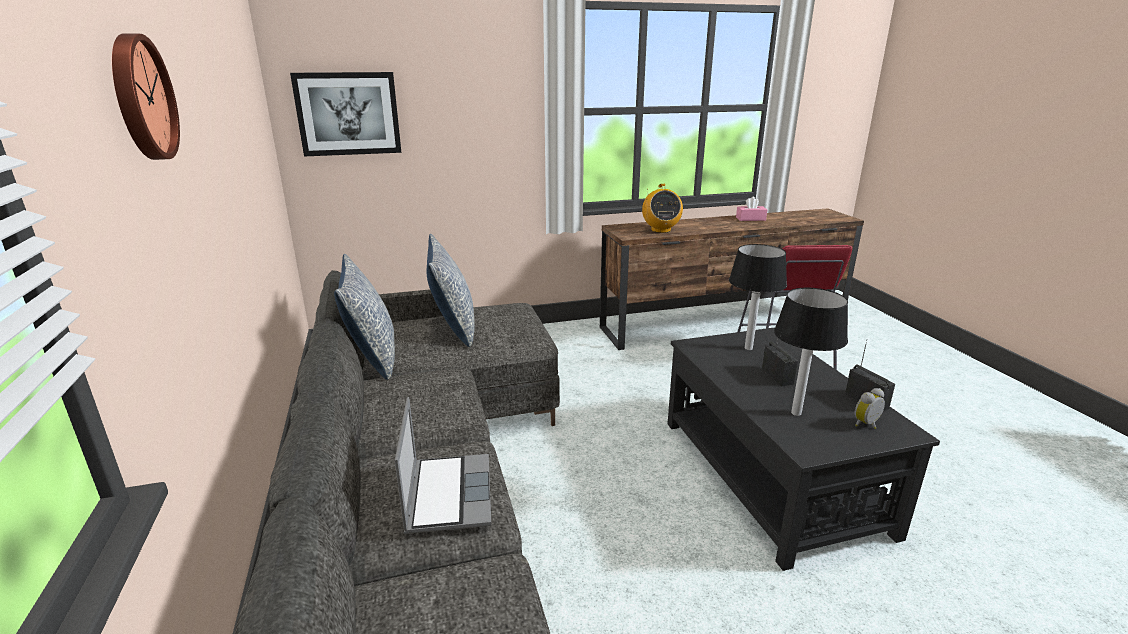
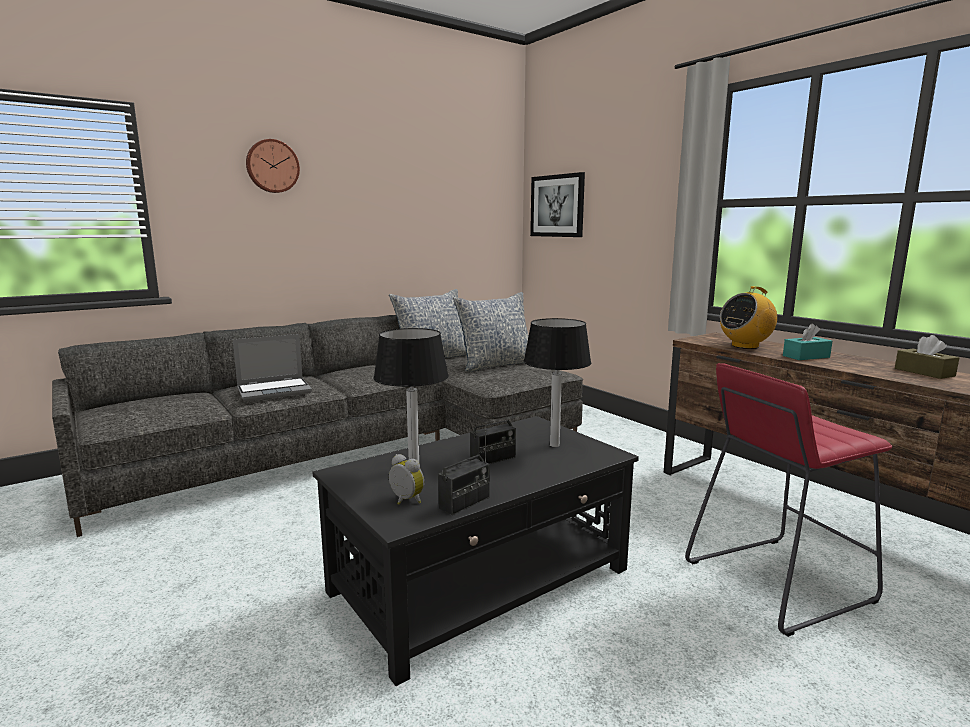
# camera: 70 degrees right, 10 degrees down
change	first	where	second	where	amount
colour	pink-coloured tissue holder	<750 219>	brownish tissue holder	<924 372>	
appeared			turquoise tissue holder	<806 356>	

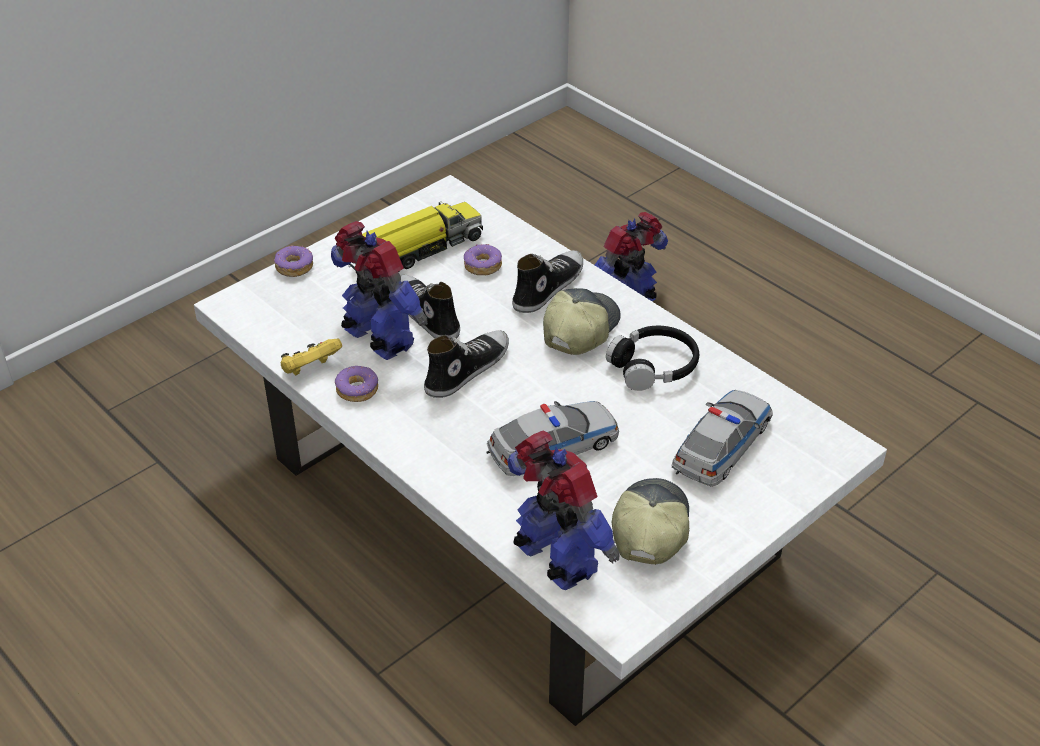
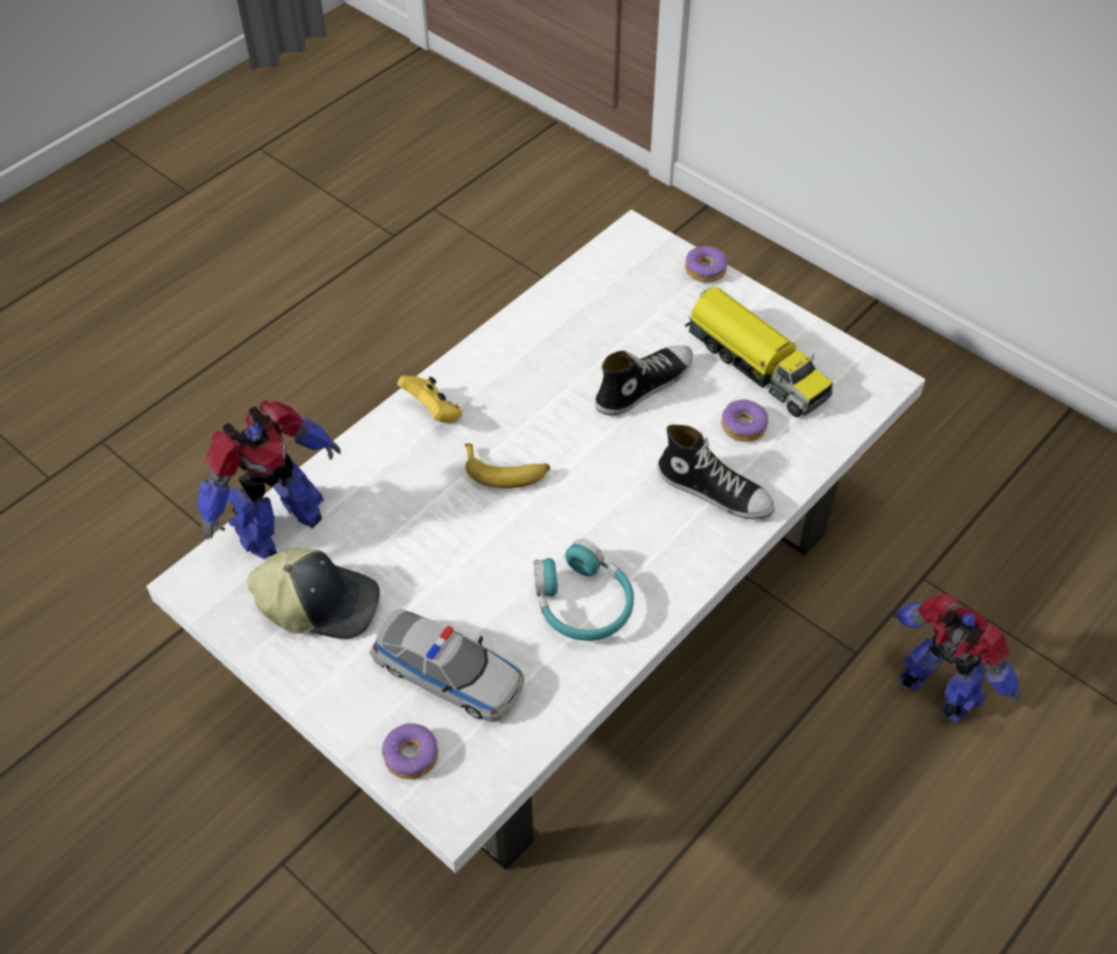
# camera: 85 degrees right, 10 degrees up
change	first	where	second	where	amount
missing	toy robot	<378 340>			
missing	baseball cap	<579 329>			
colour	black headphones	<654 366>	turquoise headphones	<582 603>	
missing	item of footwear	<466 369>			
relocated	yellowish joypad	<310 369>		<433 412>	
relocated	donut	<357 389>		<411 756>	
missing	model car	<553 447>			
appeared			whole banana	<506 471>	

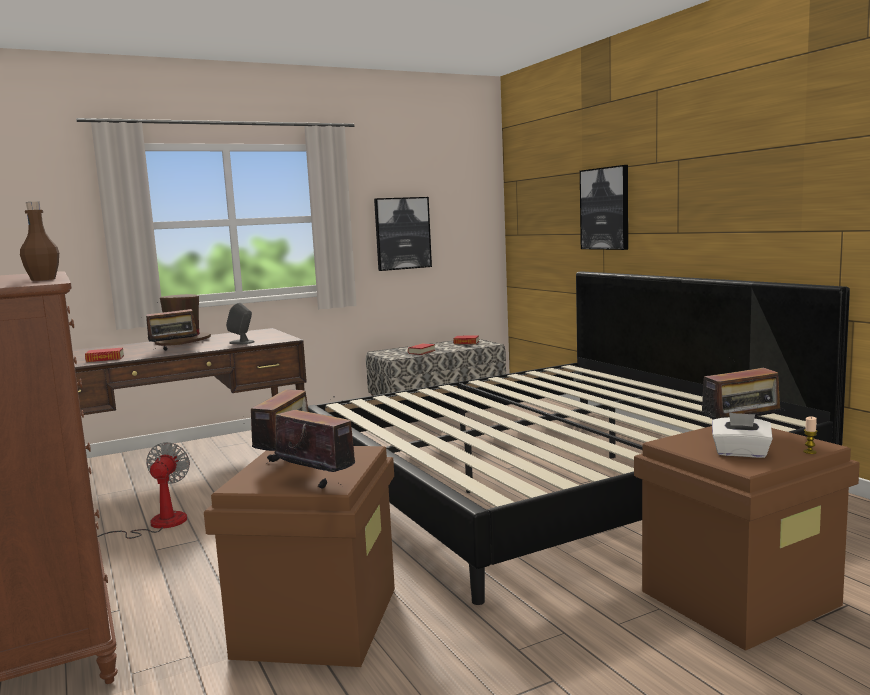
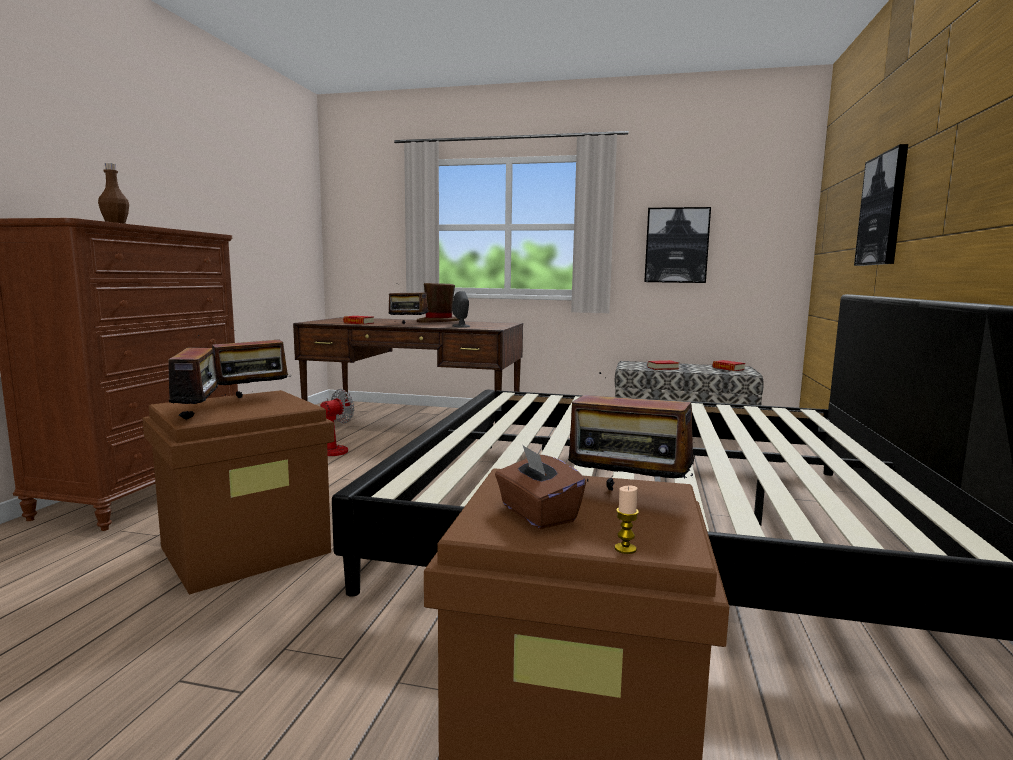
# camera: 40 degrees right, 0 degrees up
change	first	where	second	where	amount
colour	white tissue holder	<741 453>	brownish tissue holder	<537 514>	

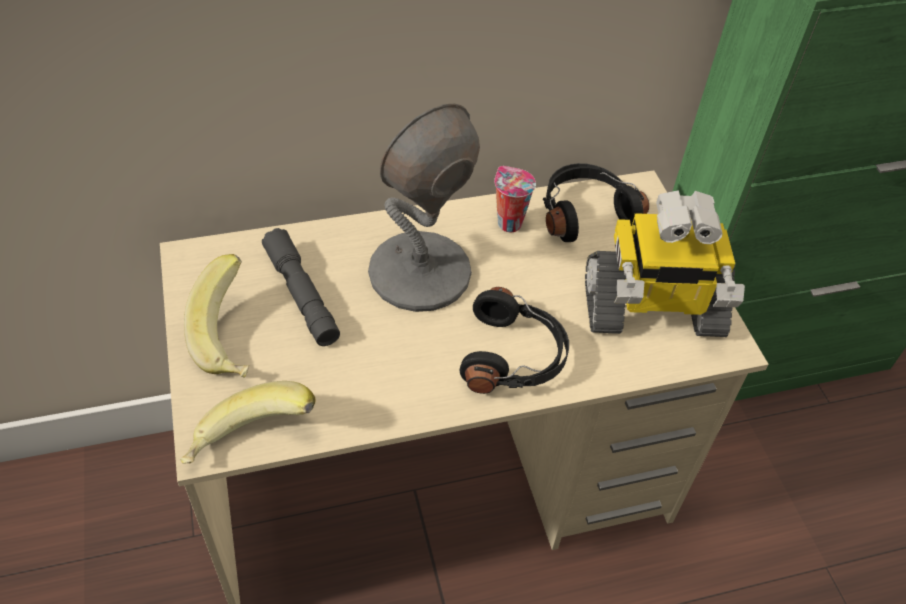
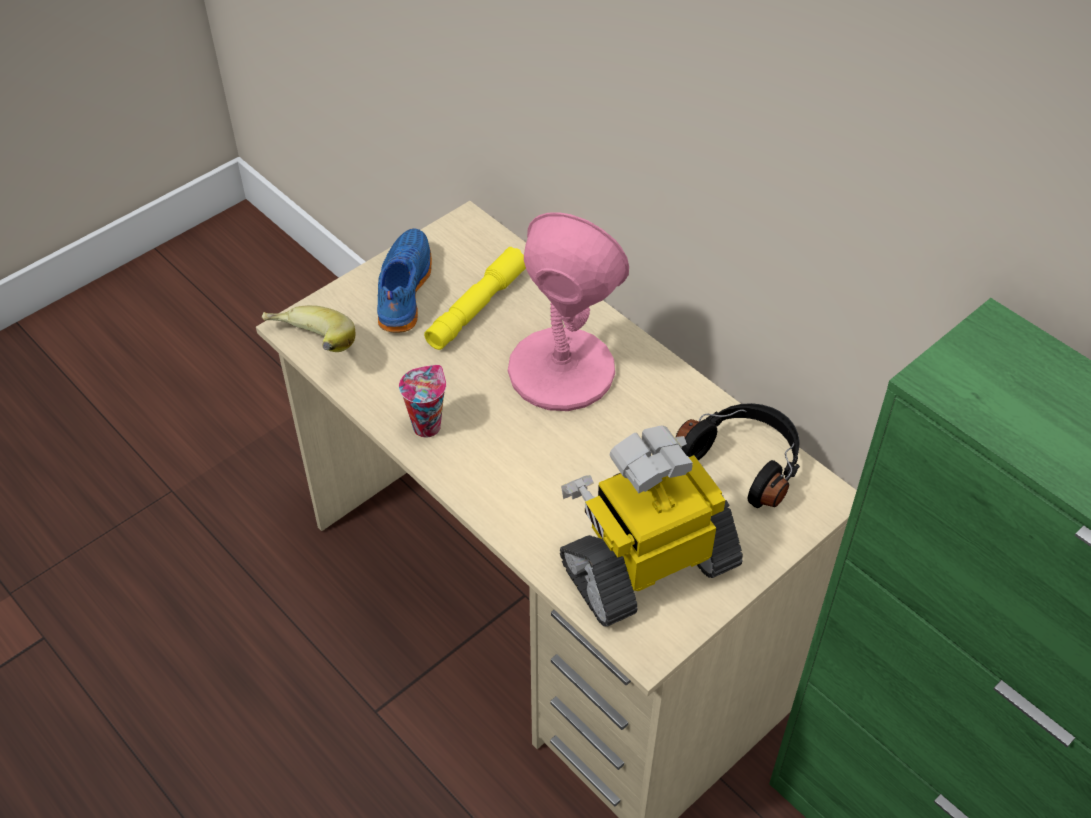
# camera: 65 degrees right, 0 degrees up
change	first	where	second	where	amount
colour	greyish lamp for a table	<419 273>	pink-coloured lamp for a table	<560 371>	
relocated	small cup	<508 223>		<427 425>	
spun	toy robot	<651 310>		<648 564>	90 degrees clockwise
colour	greyish flashlight	<301 295>	yellowish flashlight	<476 308>	
exchanged	whole banana	<233 339>	blue item of footwear	<402 290>	
missing	black headphones	<514 357>			

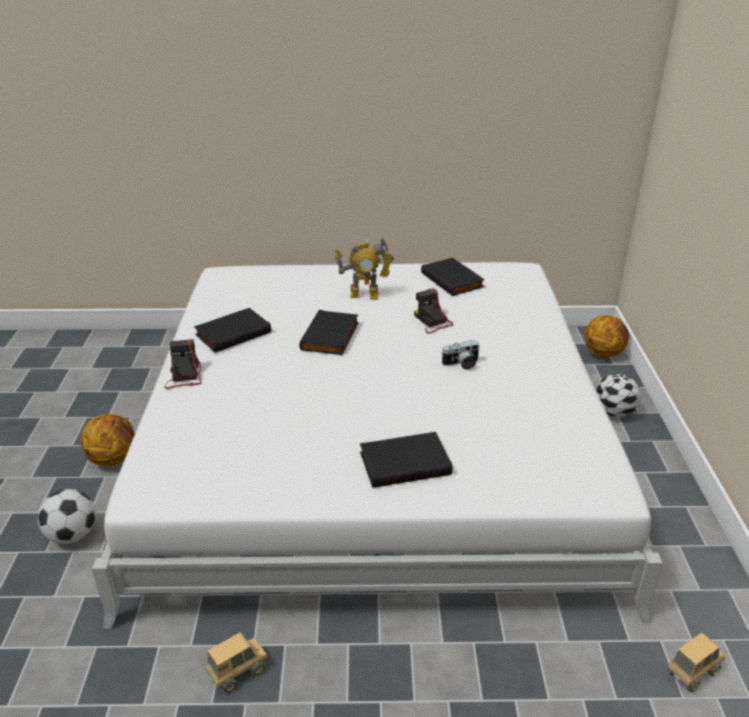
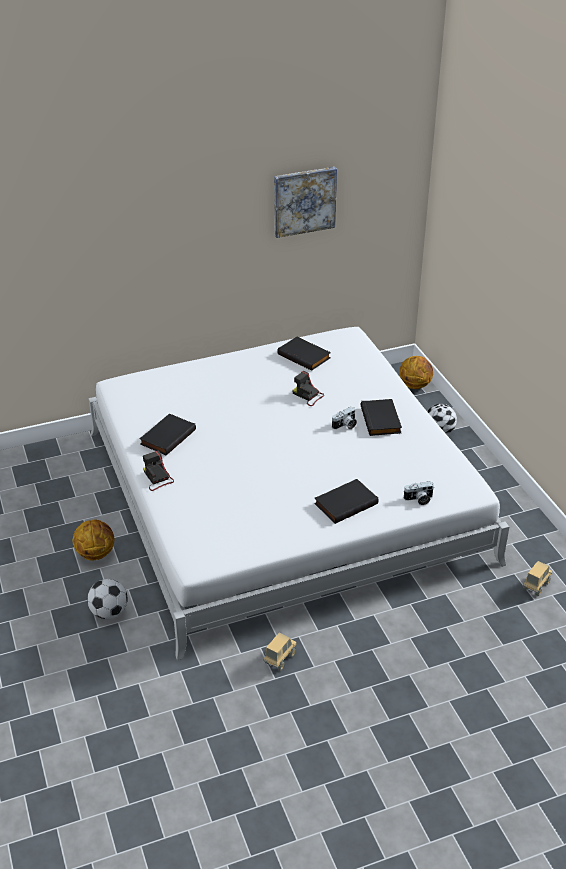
# camera: 20 degrees left, 5 degrees up
change	first	where	second	where	amount
missing	toy robot	<364 295>			
relocated	black bound book	<331 336>		<382 420>	
appeared			picture	<304 201>	
appeared			photo camera	<419 499>	

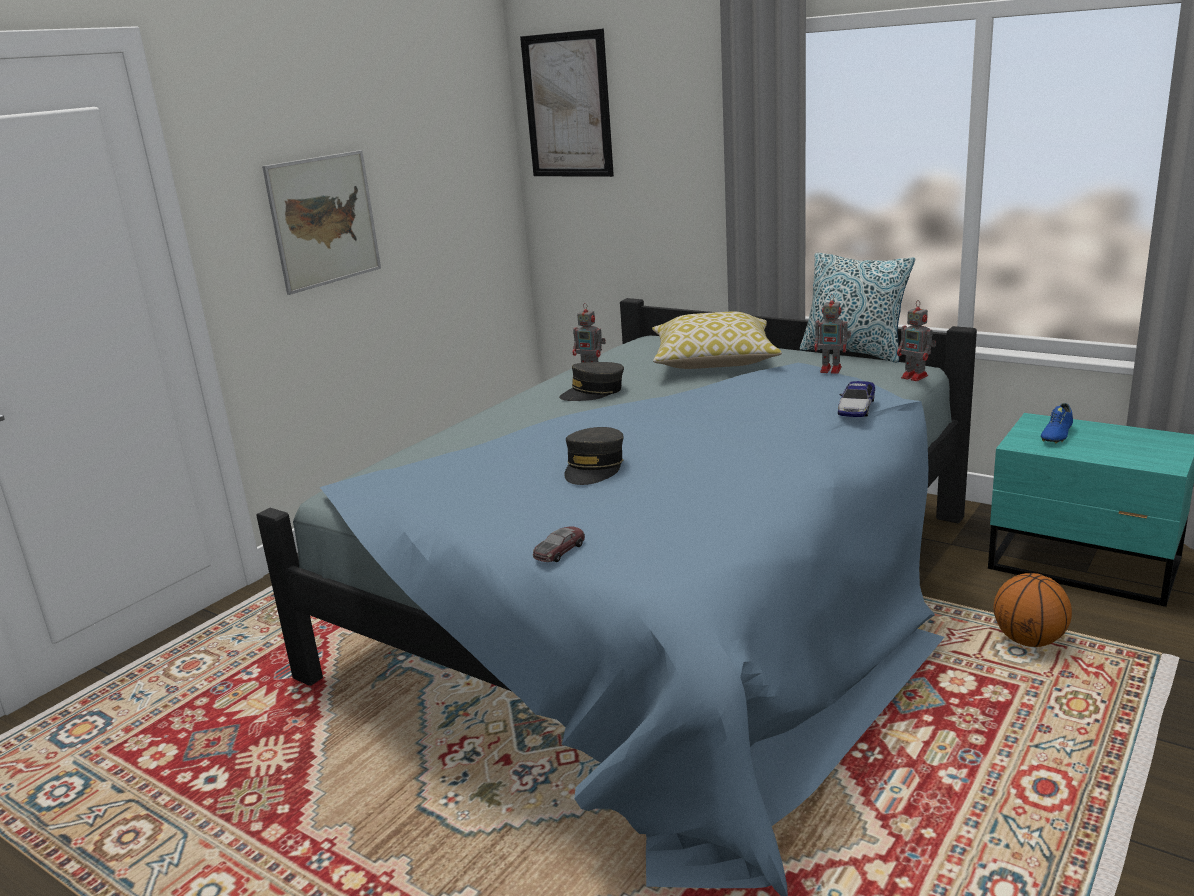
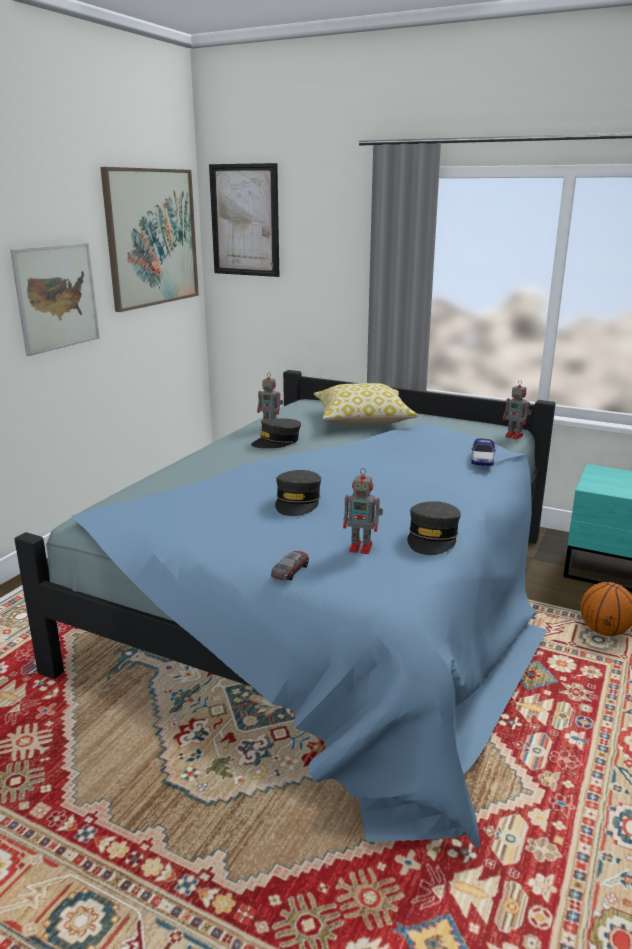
# camera: 10 degrees left, 0 degrees up
change	first	where	second	where	amount
missing	throw pillow	<854 352>			
relocated	toy robot	<832 370>		<362 547>	
missing	blue item of footwear	<1056 435>			
appeared			picture	<152 237>	
appeared			greyish baseball cap	<432 538>	

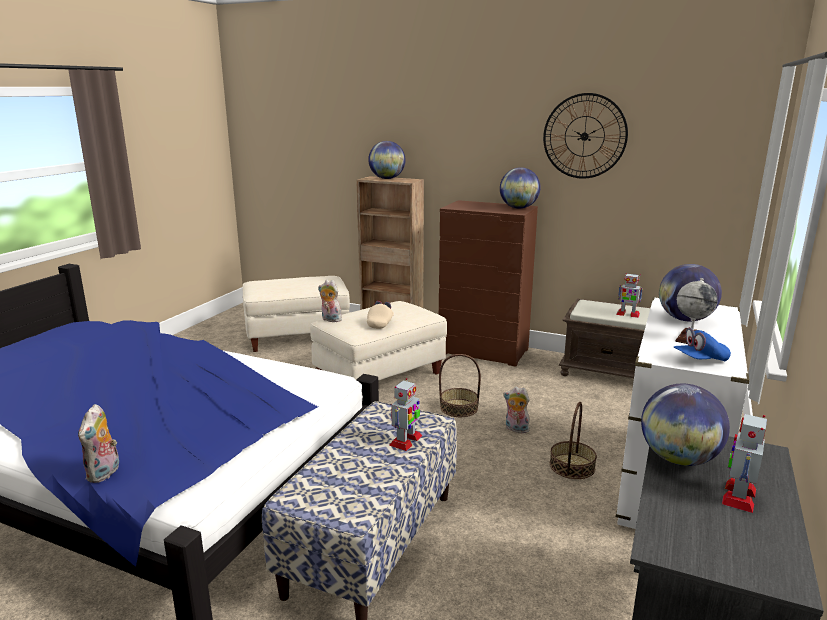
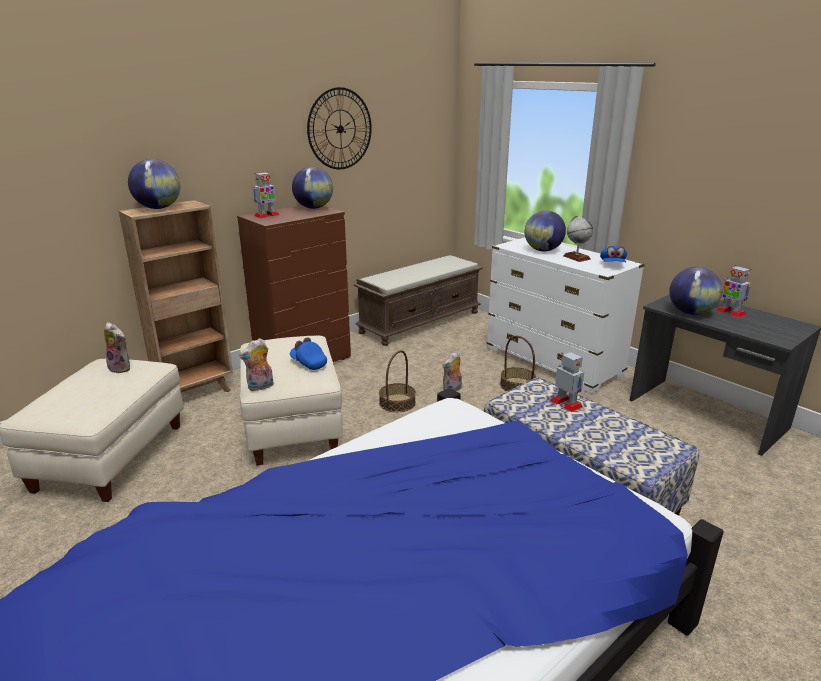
# camera: 65 degrees left, 5 degrees up
change	first	where	second	where	amount
relocated	toy robot	<627 314>		<266 215>	
colour	beige-coloured baseball cap	<380 323>	blue baseball cap	<308 363>	
relocated	plush toy	<105 473>		<122 368>	

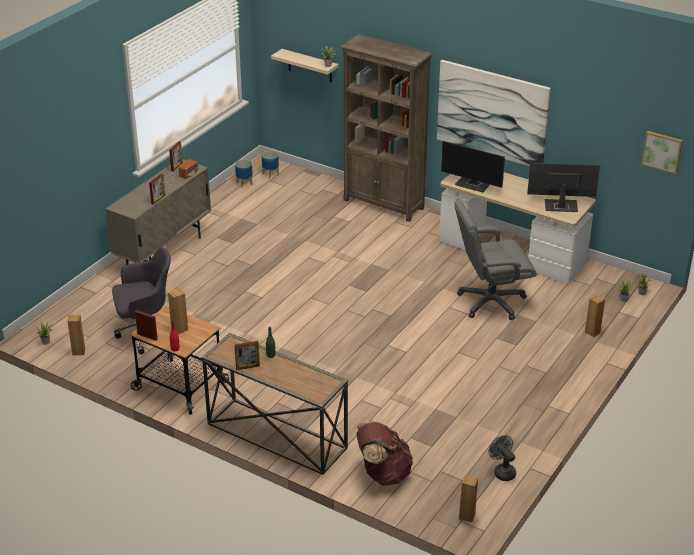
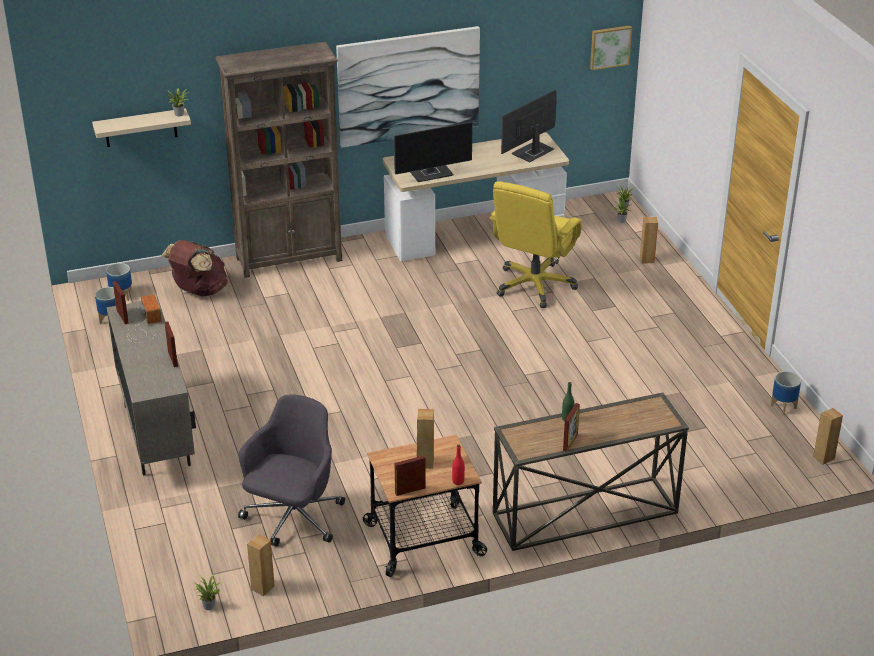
# camera: 50 degrees left, 0 degrees up
change	first	where	second	where	amount
colour	greyish desk chair	<490 302>	yellowish desk chair	<534 285>	
relocated	brownish backpack	<383 473>		<198 291>	
exchanged	greyish cooling fan	<502 471>	flower pot	<783 407>	

